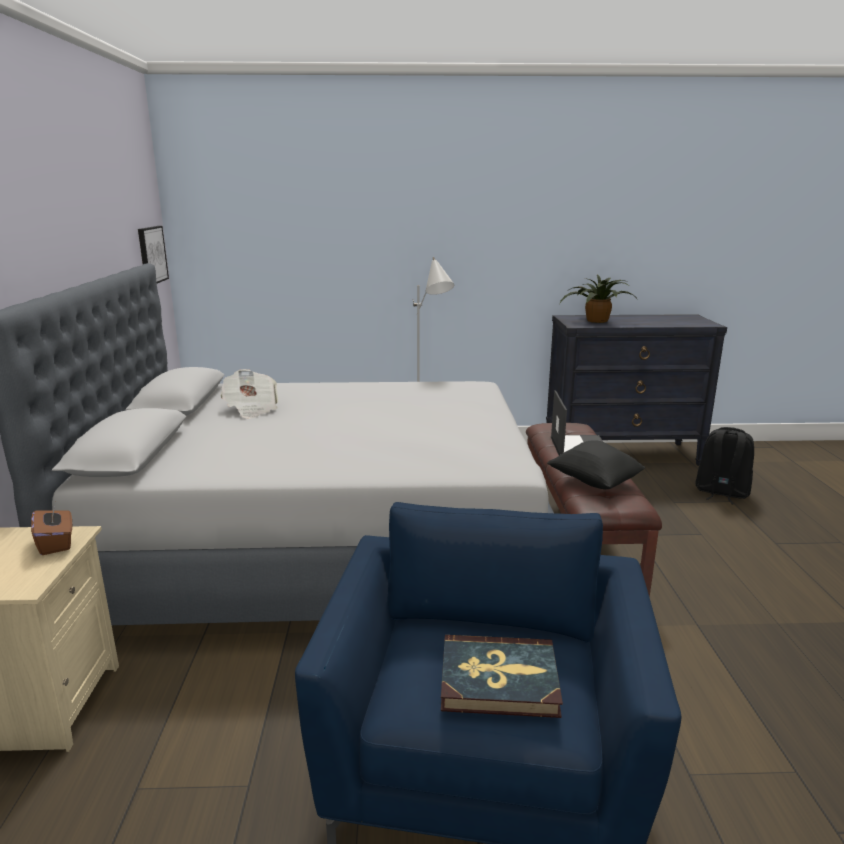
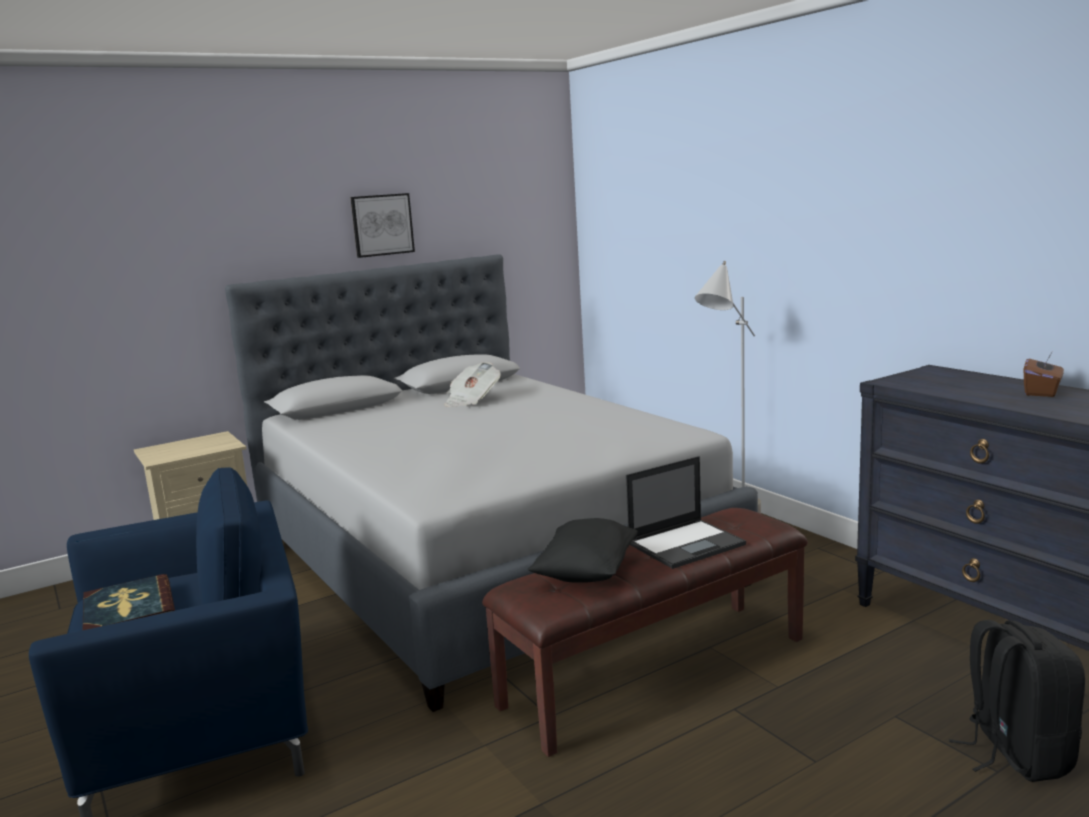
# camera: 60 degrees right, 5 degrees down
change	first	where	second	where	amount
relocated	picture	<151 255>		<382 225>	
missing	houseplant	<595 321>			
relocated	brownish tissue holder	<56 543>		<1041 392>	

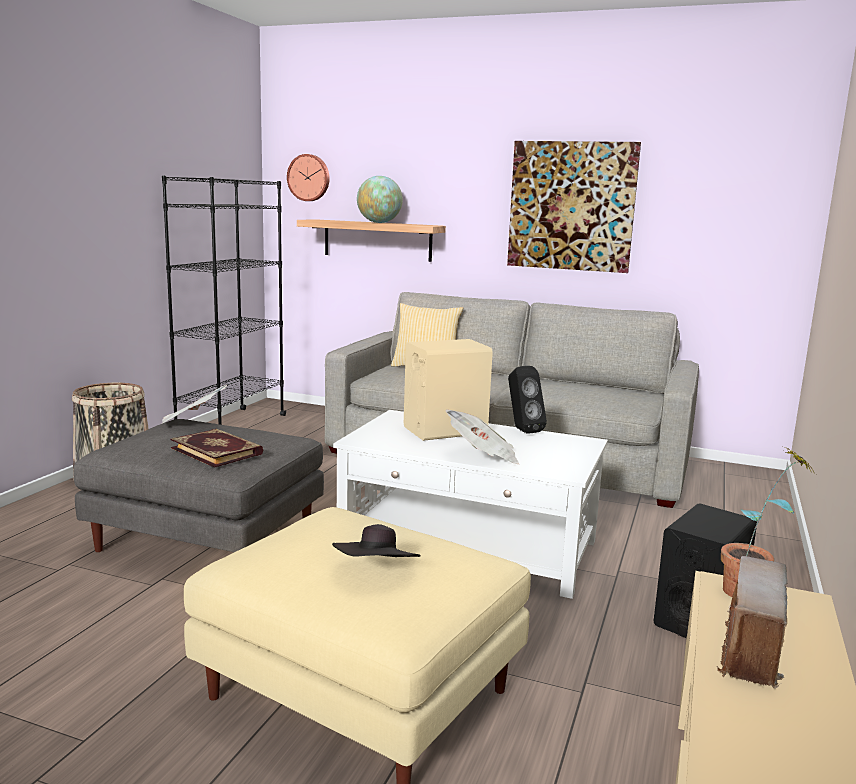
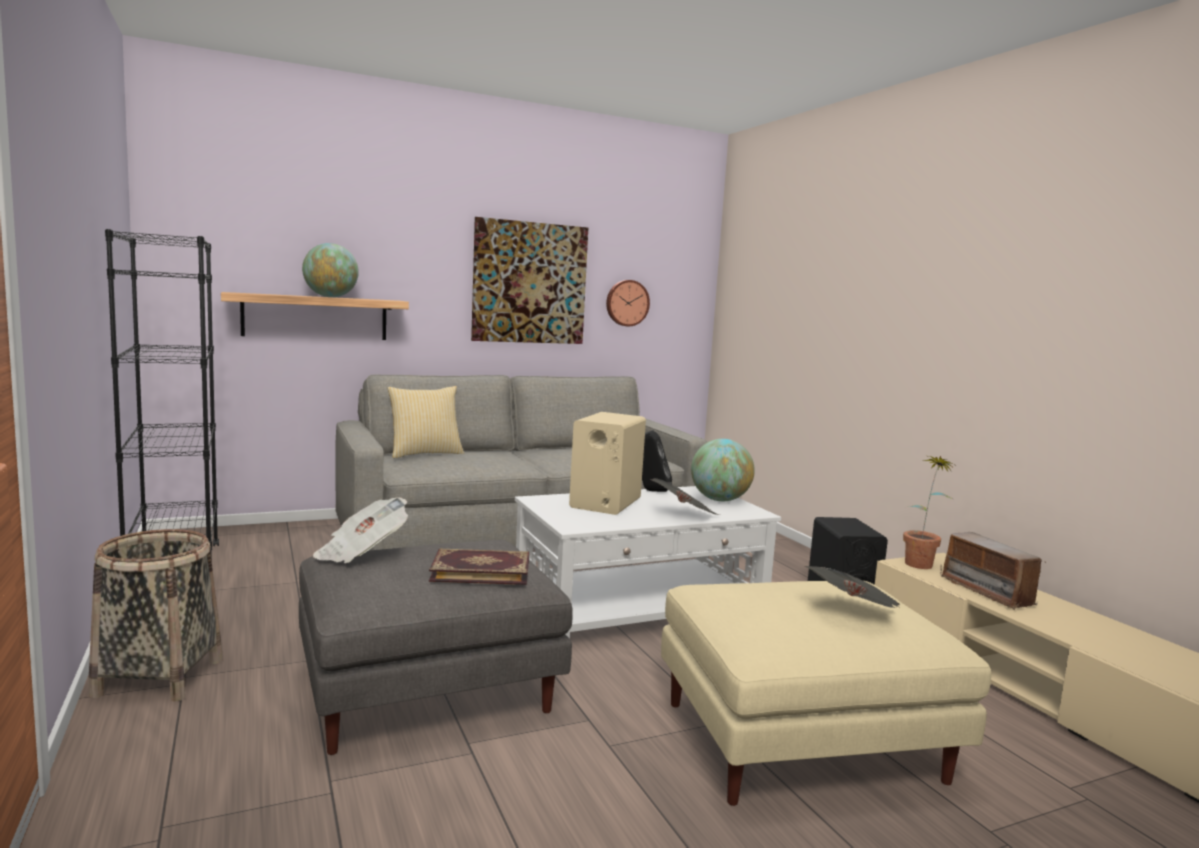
# camera: 45 degrees left, 5 degrees down
change	first	where	second	where	amount
relocated	hanging clock	<309 178>		<627 303>	
exchanged	black wearable hat	<376 573>	printed paper	<853 613>	
appeared			globe	<720 500>	

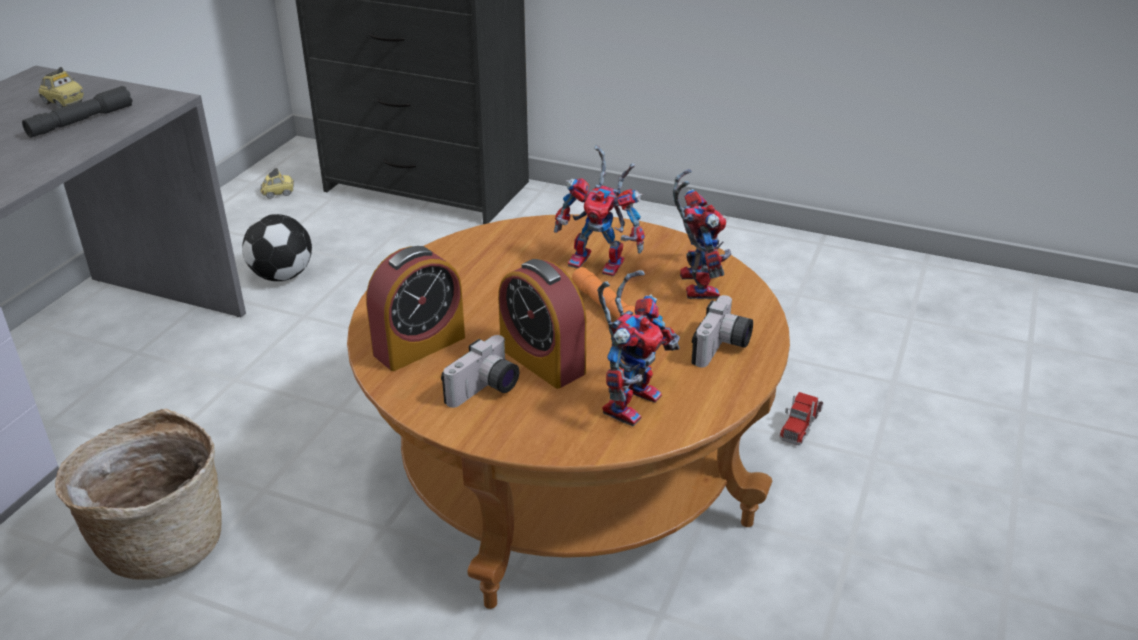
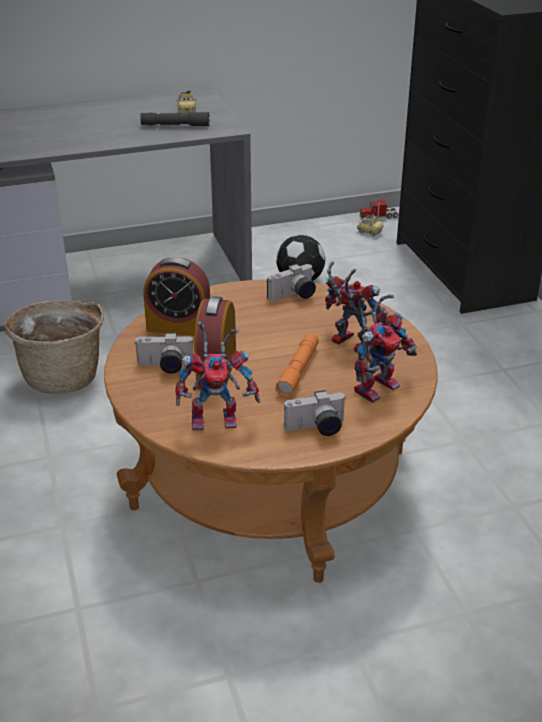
# camera: 50 degrees right, 0 degrees up
change	first	where	second	where	amount
spun	toy robot	<603 263>		<348 343>	150 degrees clockwise
relocated	model truck	<801 424>		<378 217>	
appeared			photo camera	<294 296>	

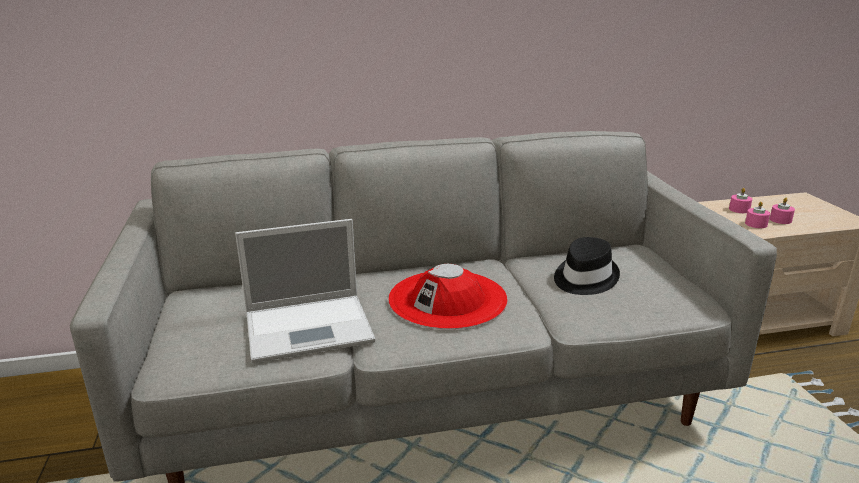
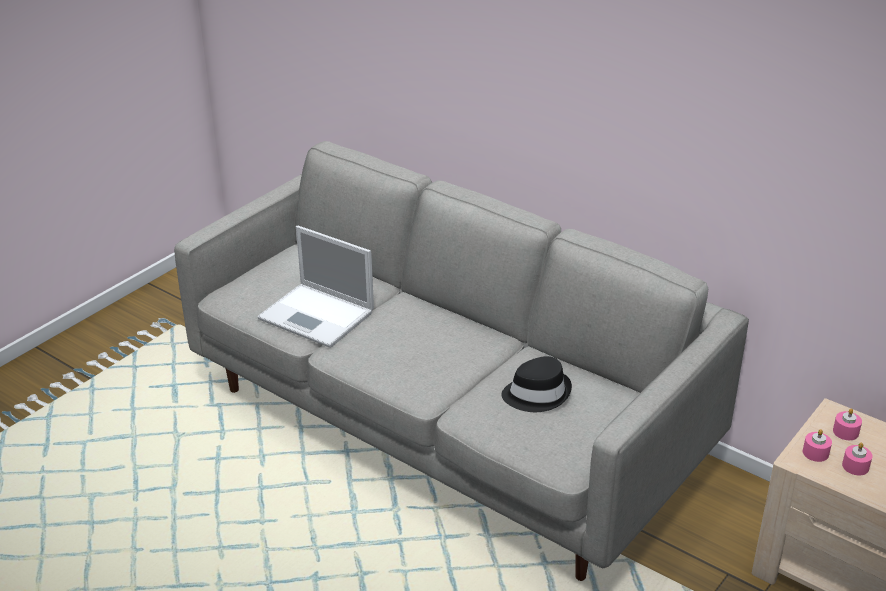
# camera: 50 degrees right, 10 degrees up
change	first	where	second	where	amount
missing	reddish wearable hat	<448 299>			

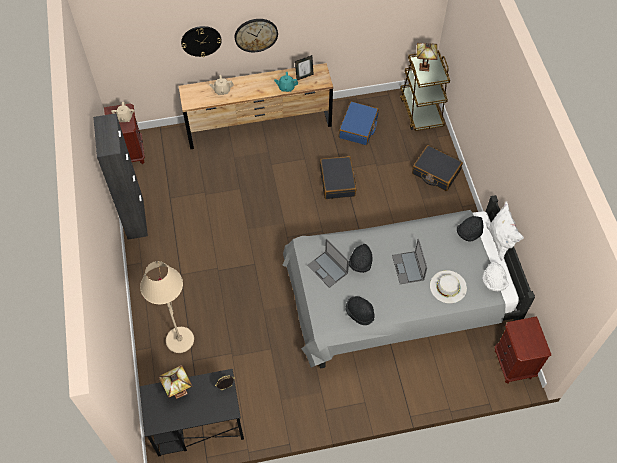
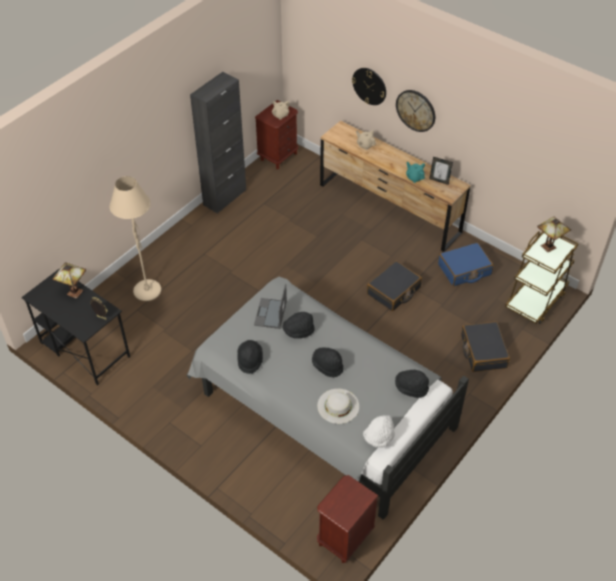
# camera: 50 degrees right, 10 degrees down
change	first	where	second	where	amount
missing	white throw pillow	<500 241>			
exchanged	notebook computer	<408 268>	black wearable hat	<327 366>	

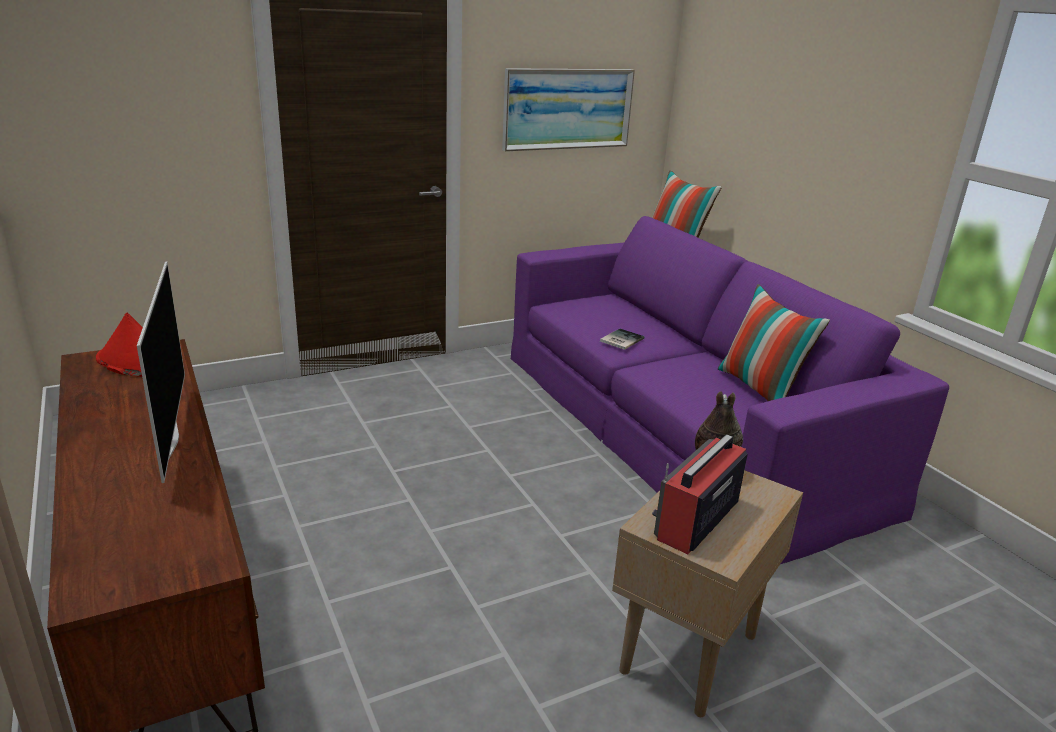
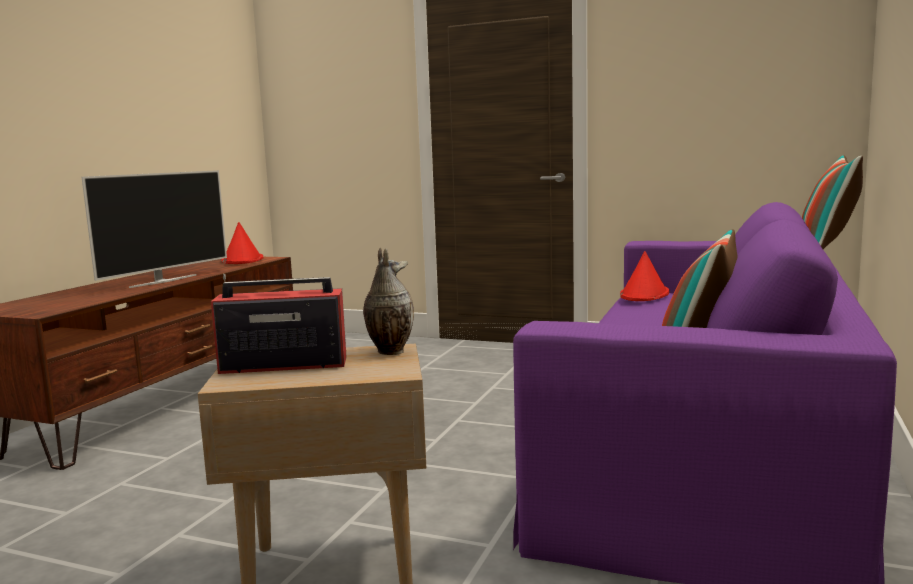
# camera: 50 degrees right, 15 degrees down
change	first	where	second	where	amount
missing	picture	<567 109>			
missing	bound book	<620 340>			
appeared			reddish wearable hat	<644 295>	

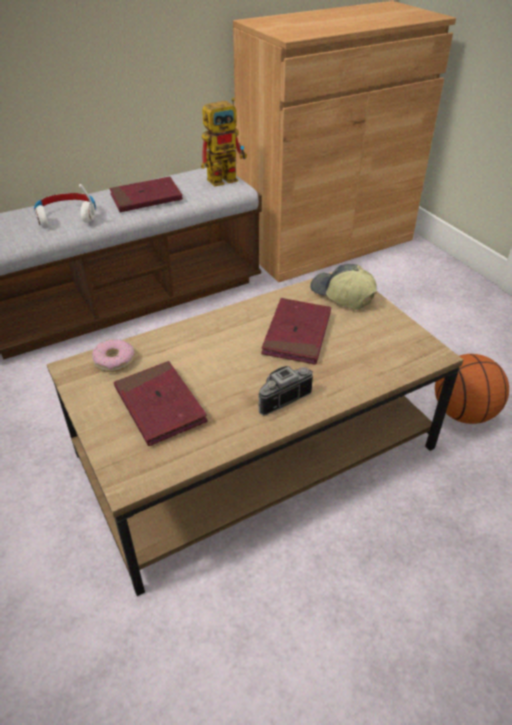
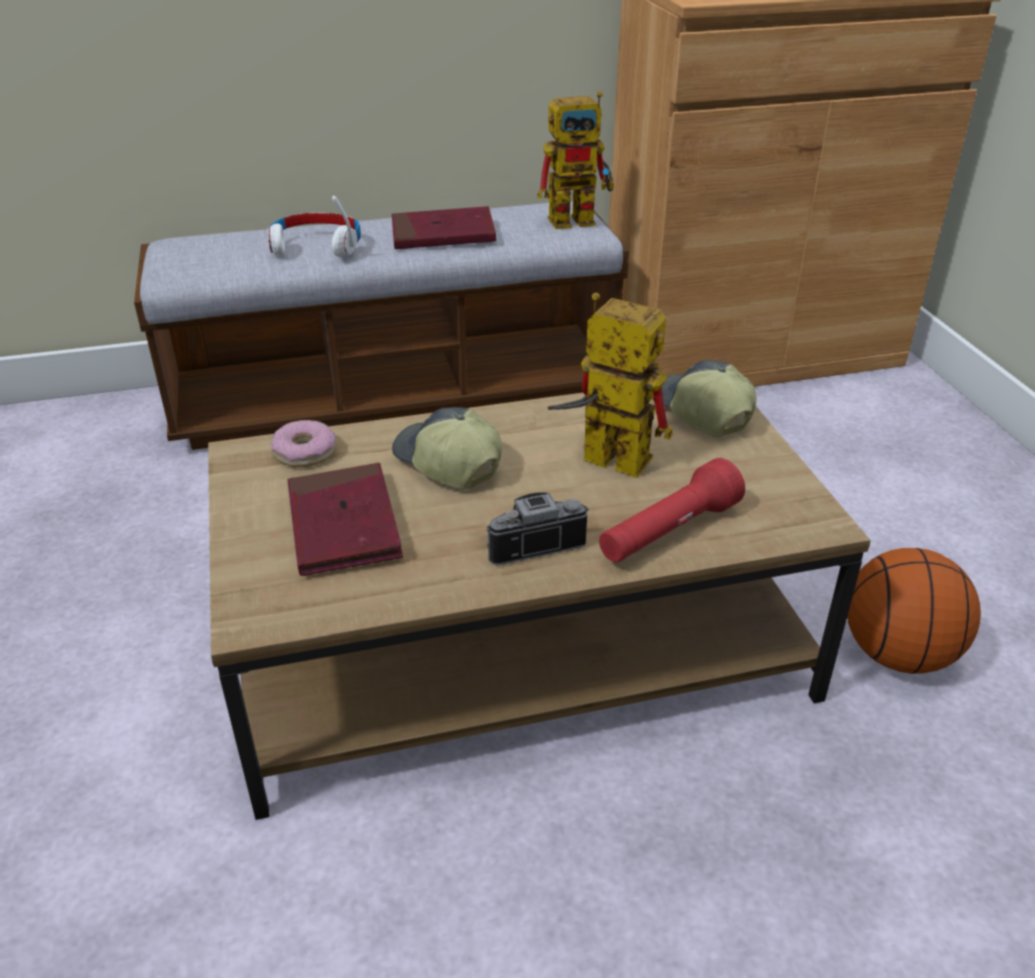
# camera: 15 degrees right, 5 degrees down
change	first	where	second	where	amount
exchanged	reddish bound book	<297 334>	toy robot	<601 458>	
appeared			baseball cap	<446 463>	
appeared			reddish flashlight	<668 532>	

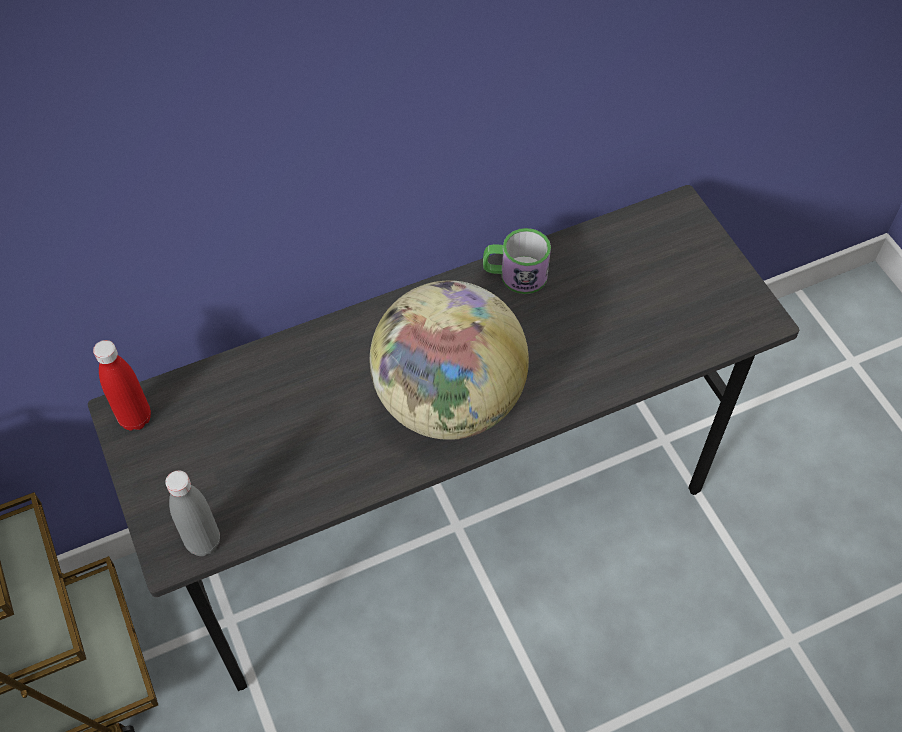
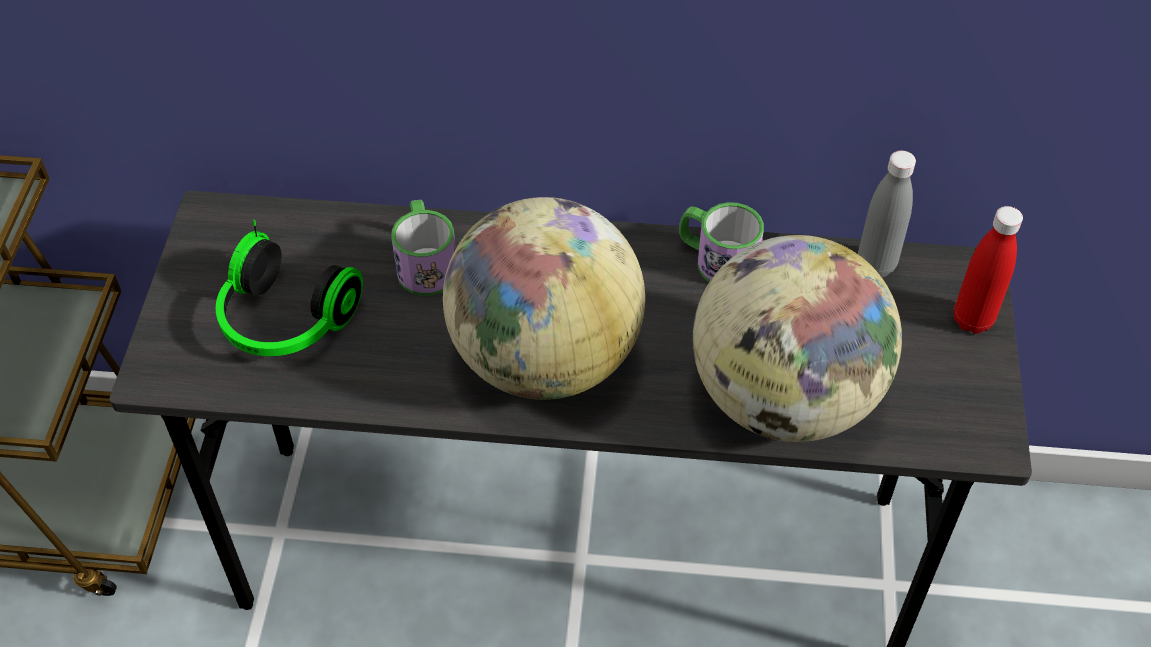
# camera: 30 degrees right, 5 degrees down
change	first	where	second	where	amount
relocated	reddish drink bottle	<135 418>		<972 320>	
relocated	greyish drink bottle	<203 542>		<876 265>	
appeared			tea mug	<425 263>	
appeared			headphones	<284 322>	
appeared			globe	<783 398>	

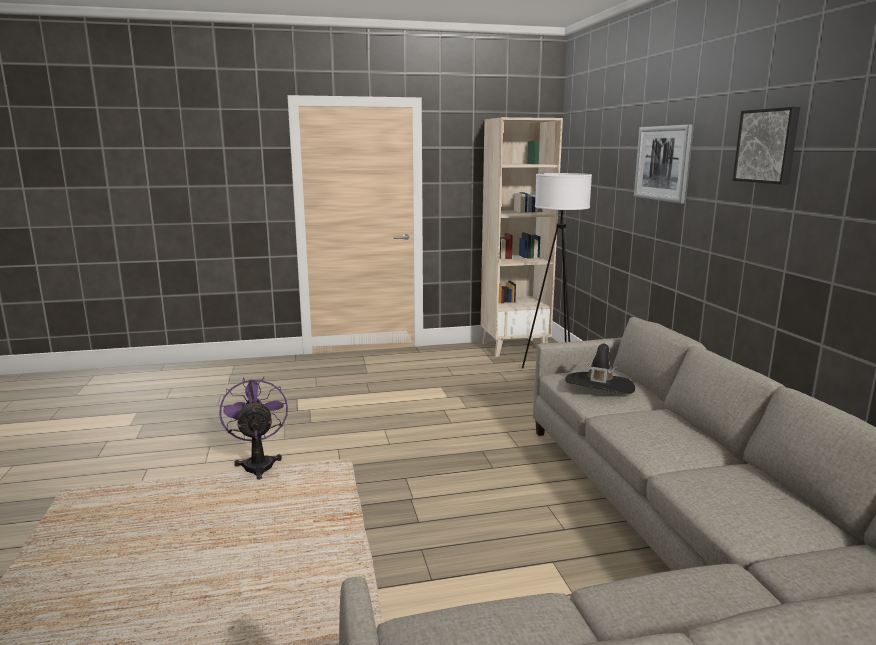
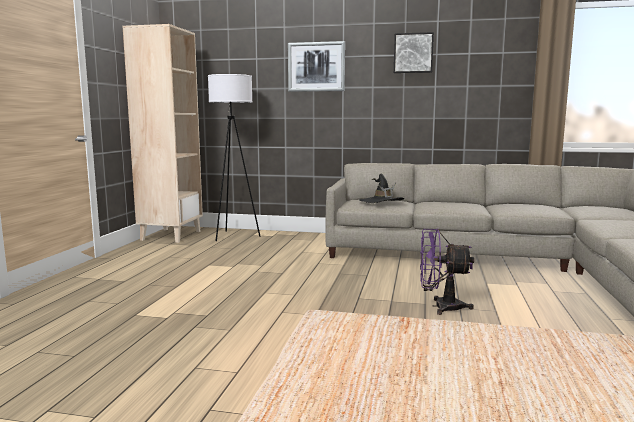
# camera: 65 degrees left, 5 degrees down
change	first	where	second	where	amount
relocated	purplish cooling fan	<258 464>		<440 307>	

